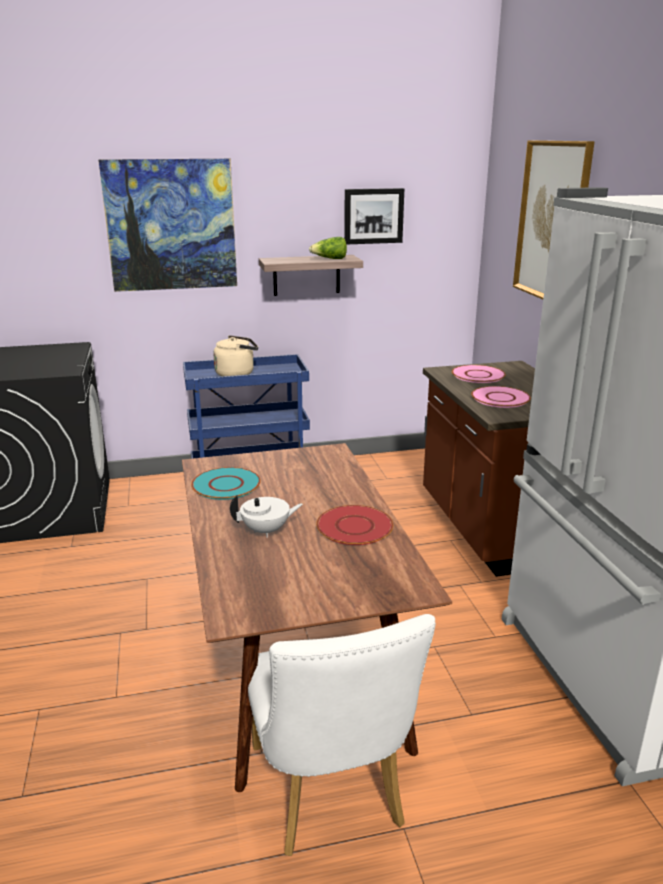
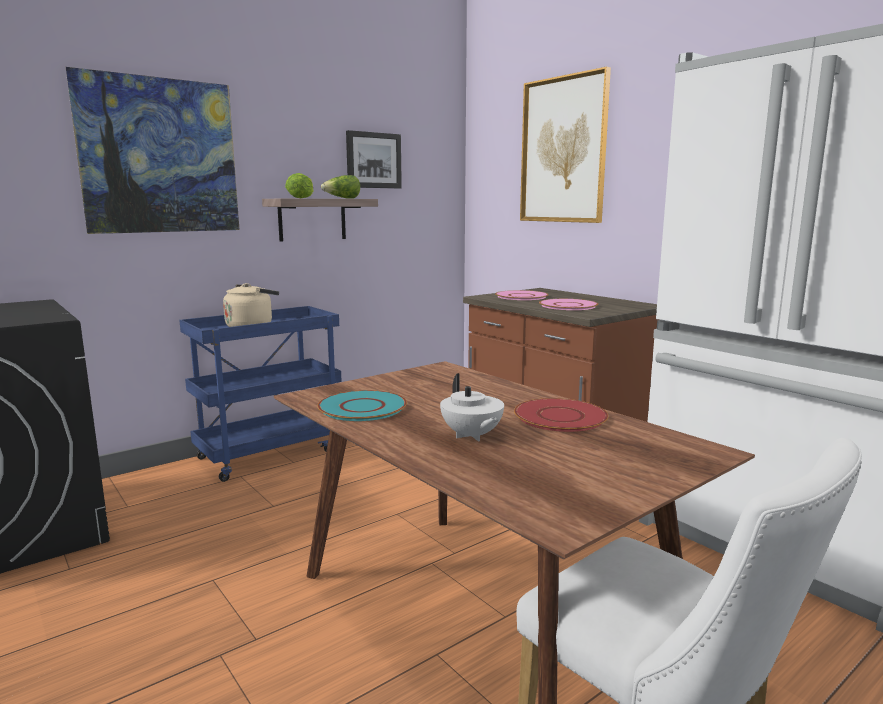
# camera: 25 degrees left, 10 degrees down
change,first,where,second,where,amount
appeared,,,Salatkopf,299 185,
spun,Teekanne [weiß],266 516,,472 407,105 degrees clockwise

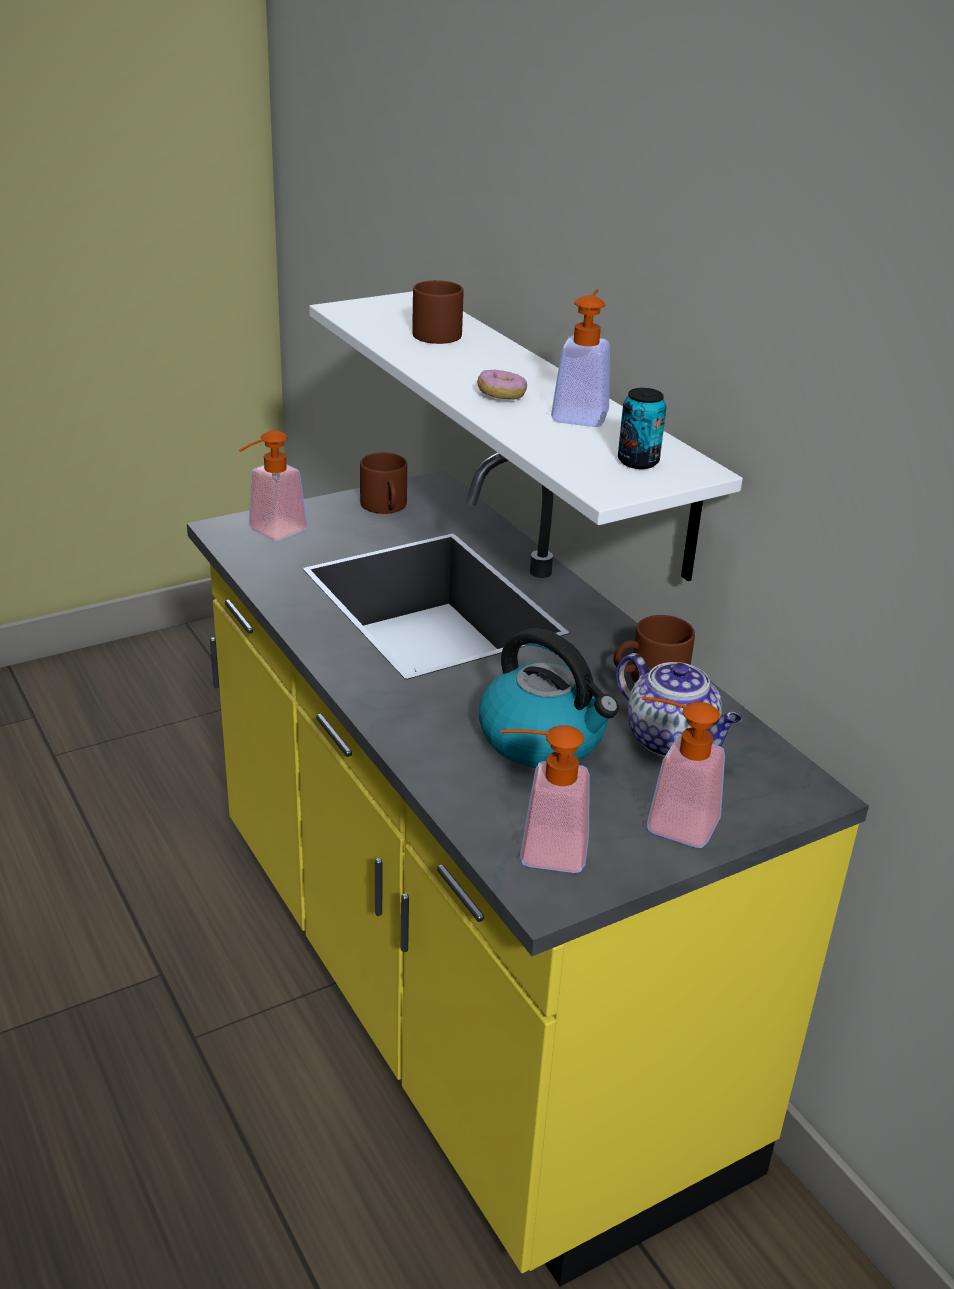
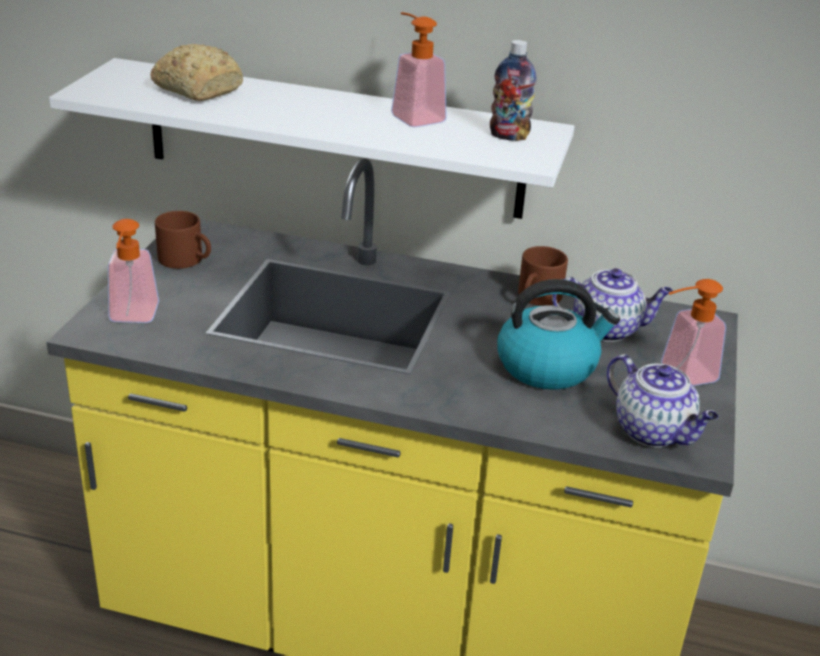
# camera: 45 degrees left, 0 degrees up
change,first,where,second,where,amount
exchanged,Henkelbecher [braun],438 312,Brot,196 72,
exchanged,Dose,642 428,Flasche,513 90,
exchanged,Seifenspender,545 799,Teekanne,663 400,
missing,Donut,502 385,,,

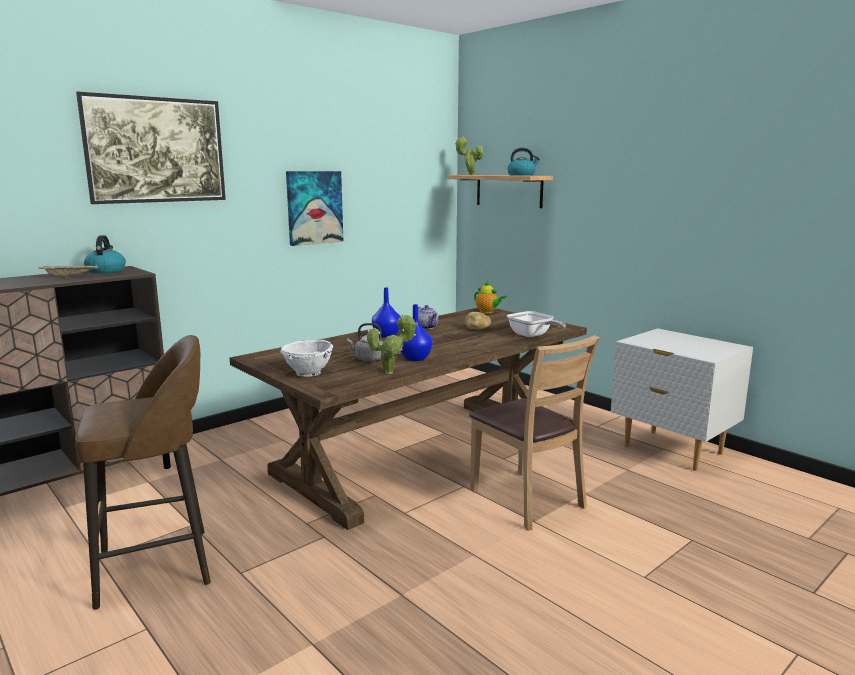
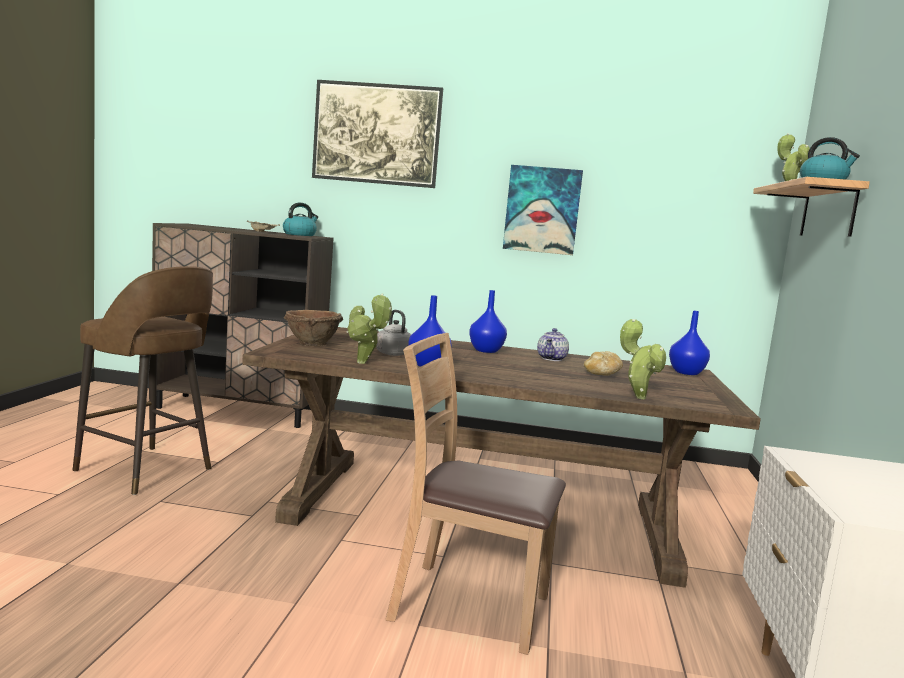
# camera: 50 degrees right, 5 degrees down
change,first,where,second,where,amount
colour,Schüssel [weiß],306 358,Schüssel [braun],313 328,
spun,Stuhl [braun],534 433,,475 494,90 degrees clockwise
exchanged,Pfanne,536 324,Topfpflanze,643 359,
exchanged,Teekanne,490 297,Vase [blau],689 343,

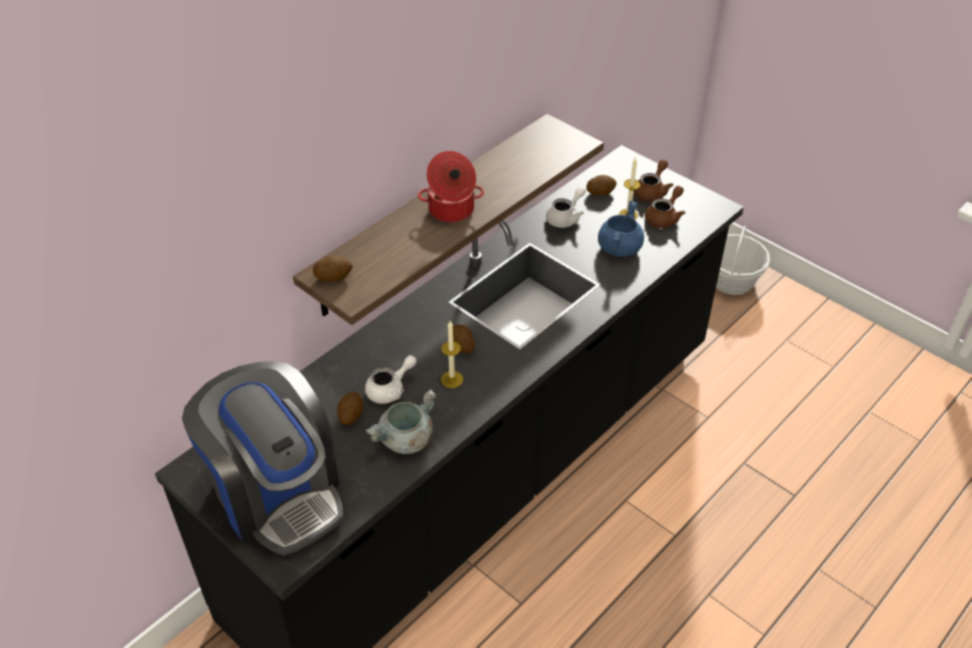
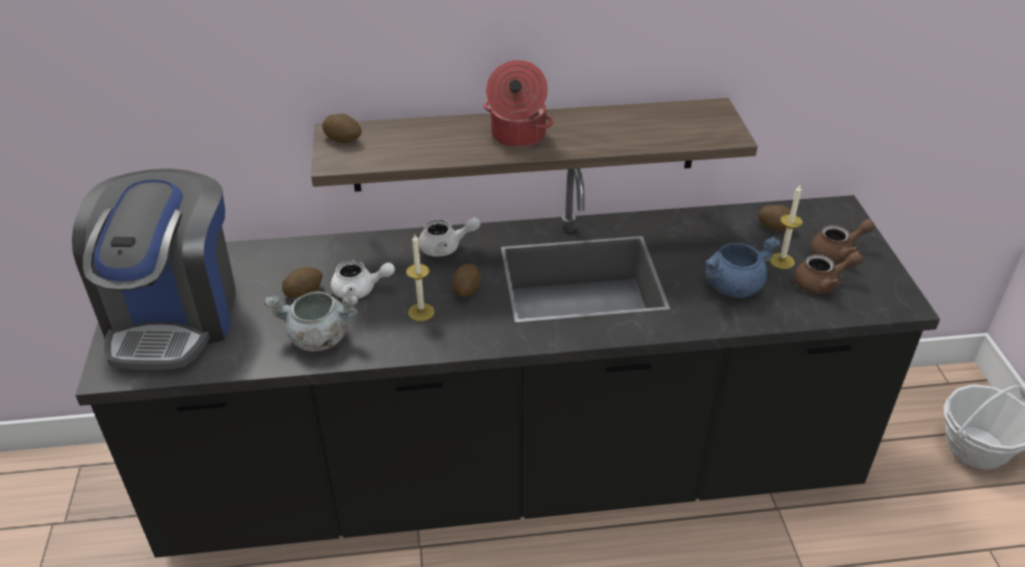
# camera: 40 degrees right, 5 degrees down
change,first,where,second,where,amount
relocated,Teekanne [weiß],566 207,,449 237,

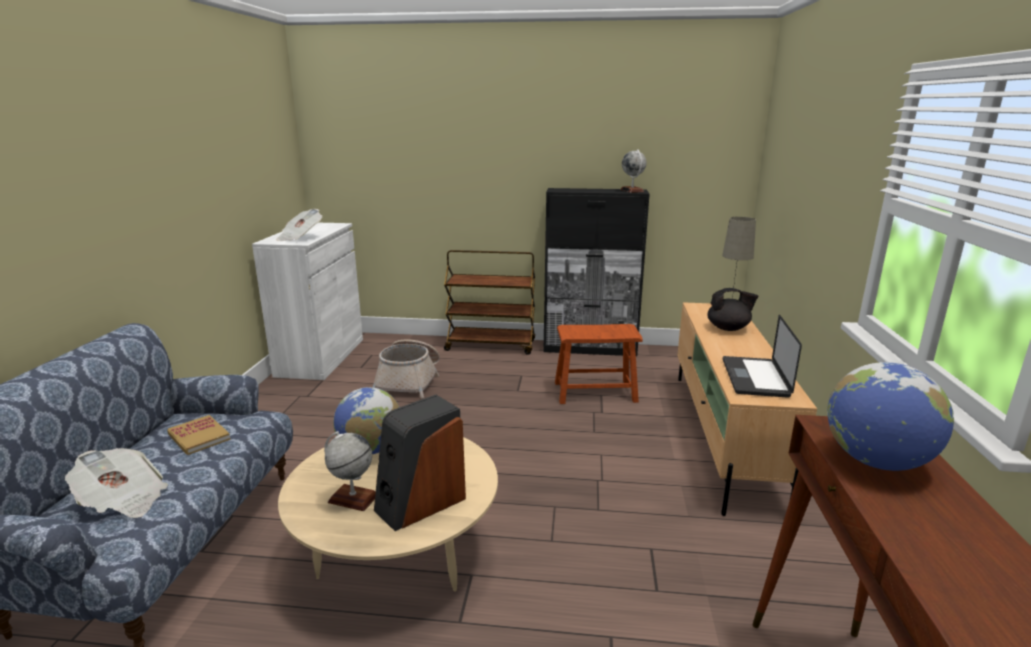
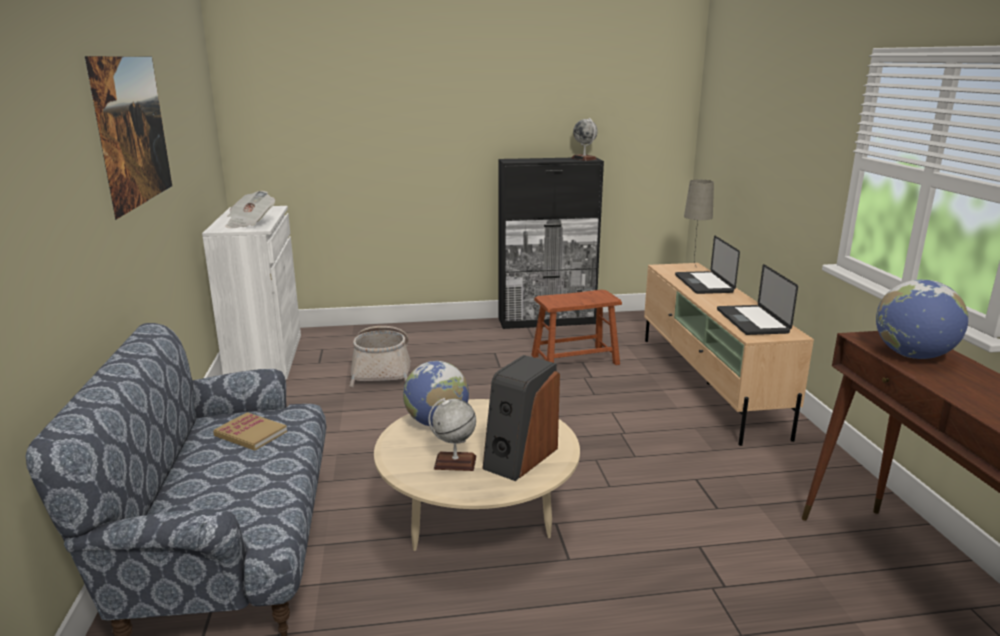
# camera: 15 degrees left, 0 degrees up
change,first,where,second,where,amount
appeared,,,Bild,128 138,
exchanged,Teekanne [schwarz],732 309,Laptop,707 265,
missing,Zeitung,116 483,,,
missing,Rollwagen [braun],489 302,,,

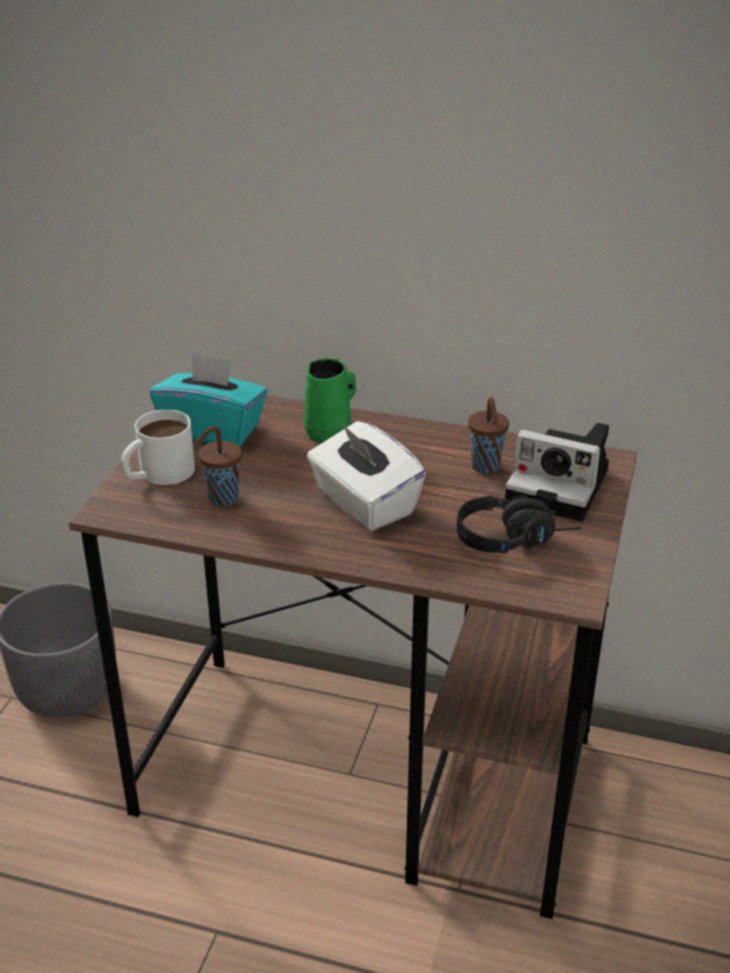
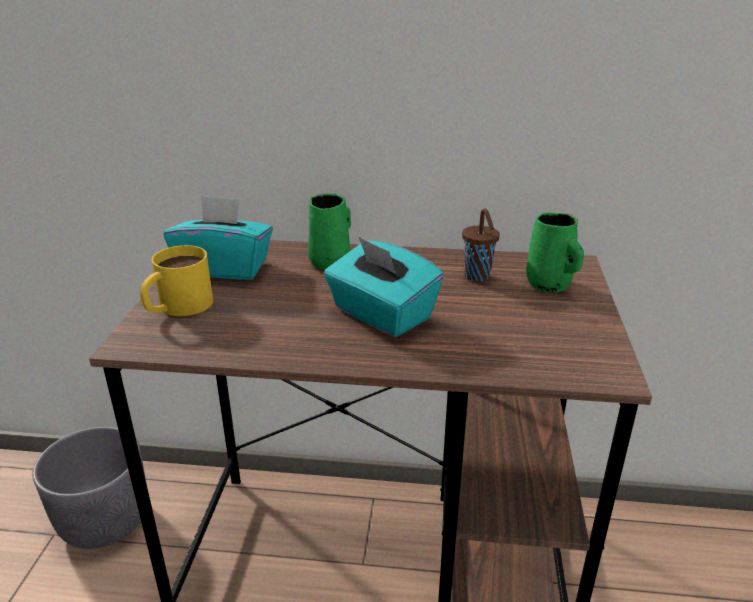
# camera: 10 degrees left, 5 degrees down
change,first,where,second,where,amount
colour,Henkelbecher [weiß],158 447,Henkelbecher [gelb],176 280,
colour,Taschentuchbox [weiß],366 476,Taschentuchbox [türkis],384 286,
exchanged,Kamera,557 472,Henkelbecher [grün],555 252,
missing,Tasse [braun],218 466,,,
missing,Kopfhörer [schwarz],519 524,,,

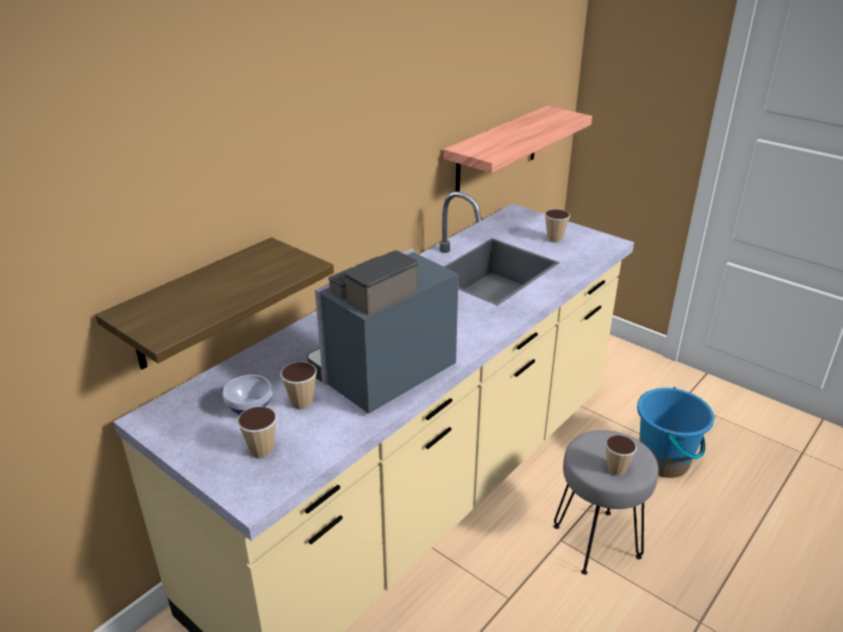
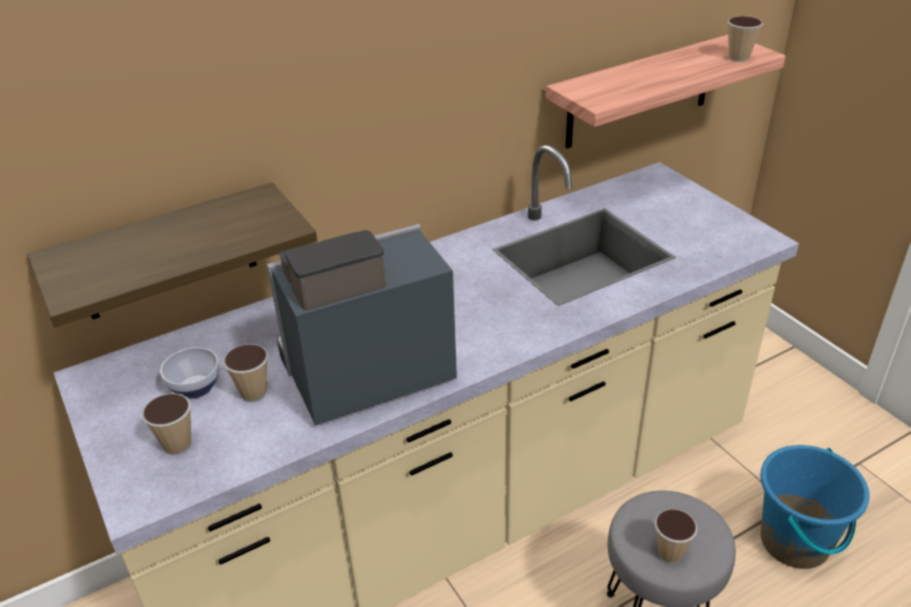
# camera: 20 degrees right, 5 degrees up
change,first,where,second,where,amount
relocated,Tasse,557 226,,745 39,

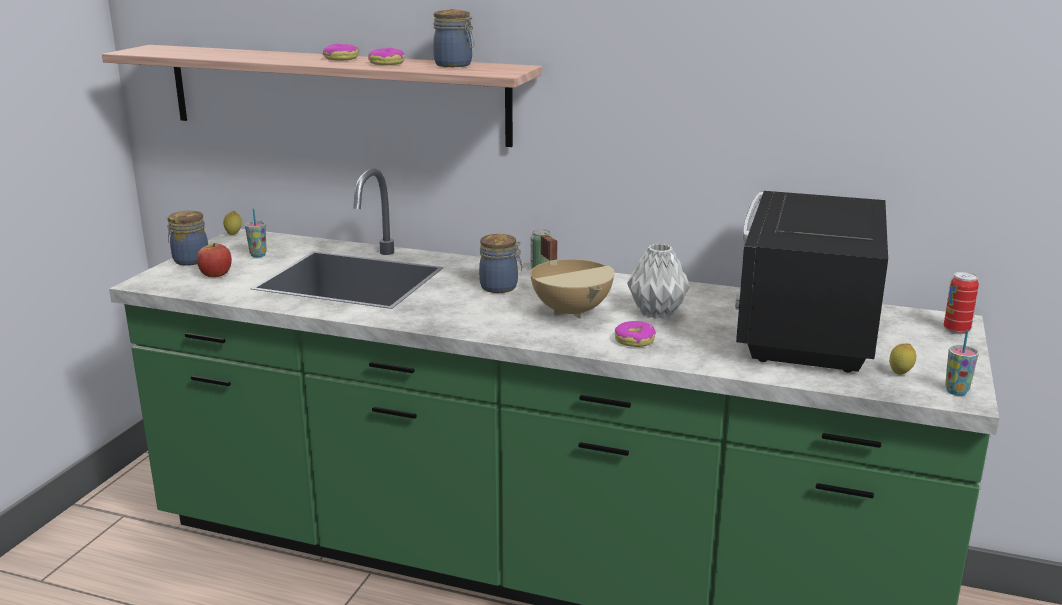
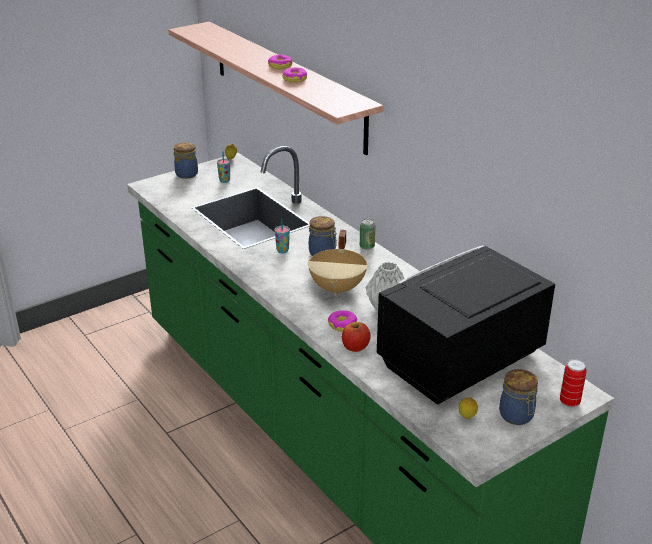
# camera: 35 degrees right, 10 degrees up
change,first,where,second,where,amount
relocated,Tasse,962 363,,282 235,
relocated,Apfel,214 260,,356 337,
relocated,Vorratsglas,453 38,,518 397,

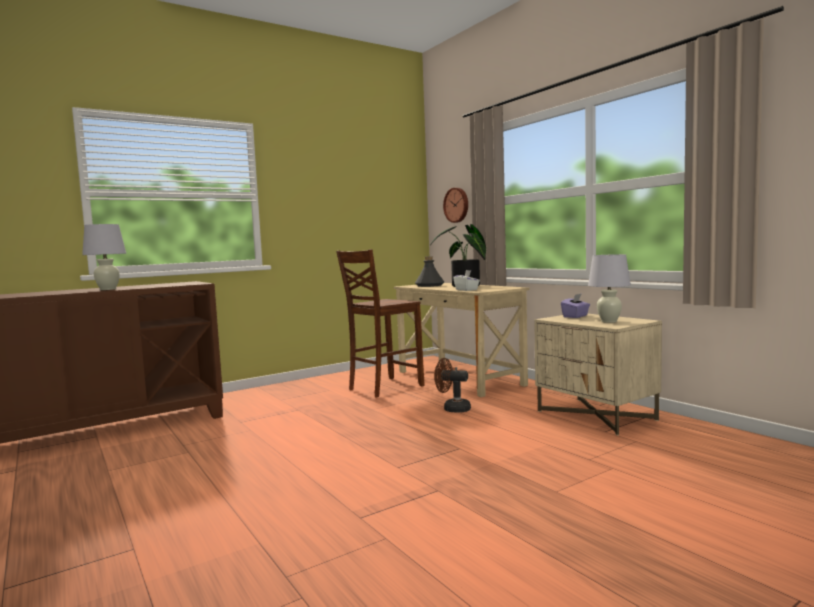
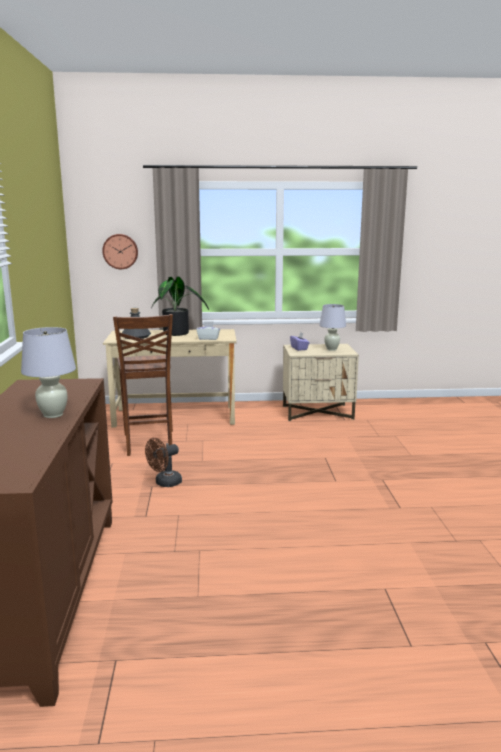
# camera: 60 degrees left, 10 degrees up
change,first,where,second,where,amount
relocated,Ventilator [braun],452 385,,163 462,

